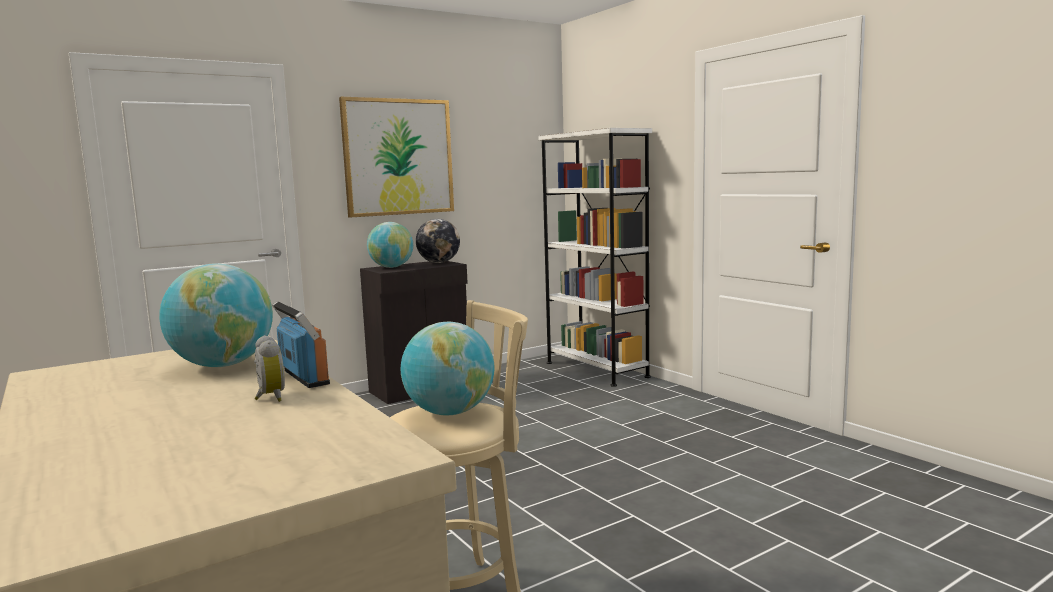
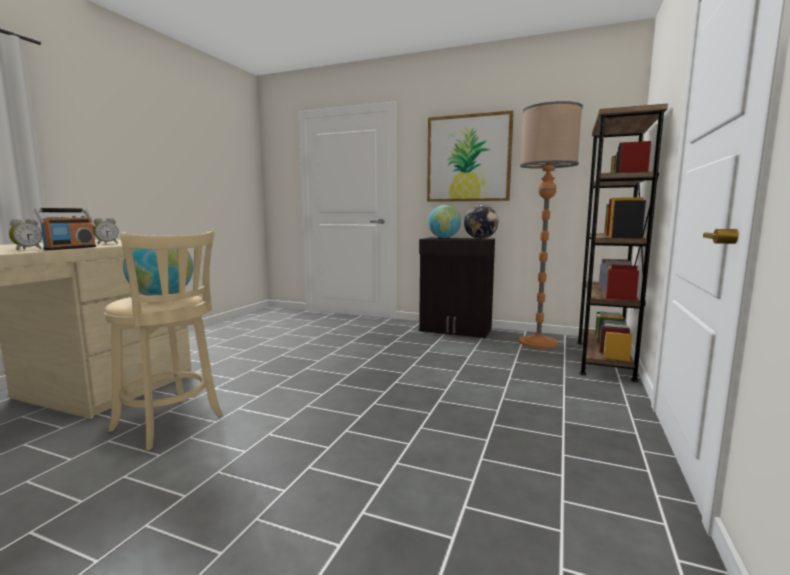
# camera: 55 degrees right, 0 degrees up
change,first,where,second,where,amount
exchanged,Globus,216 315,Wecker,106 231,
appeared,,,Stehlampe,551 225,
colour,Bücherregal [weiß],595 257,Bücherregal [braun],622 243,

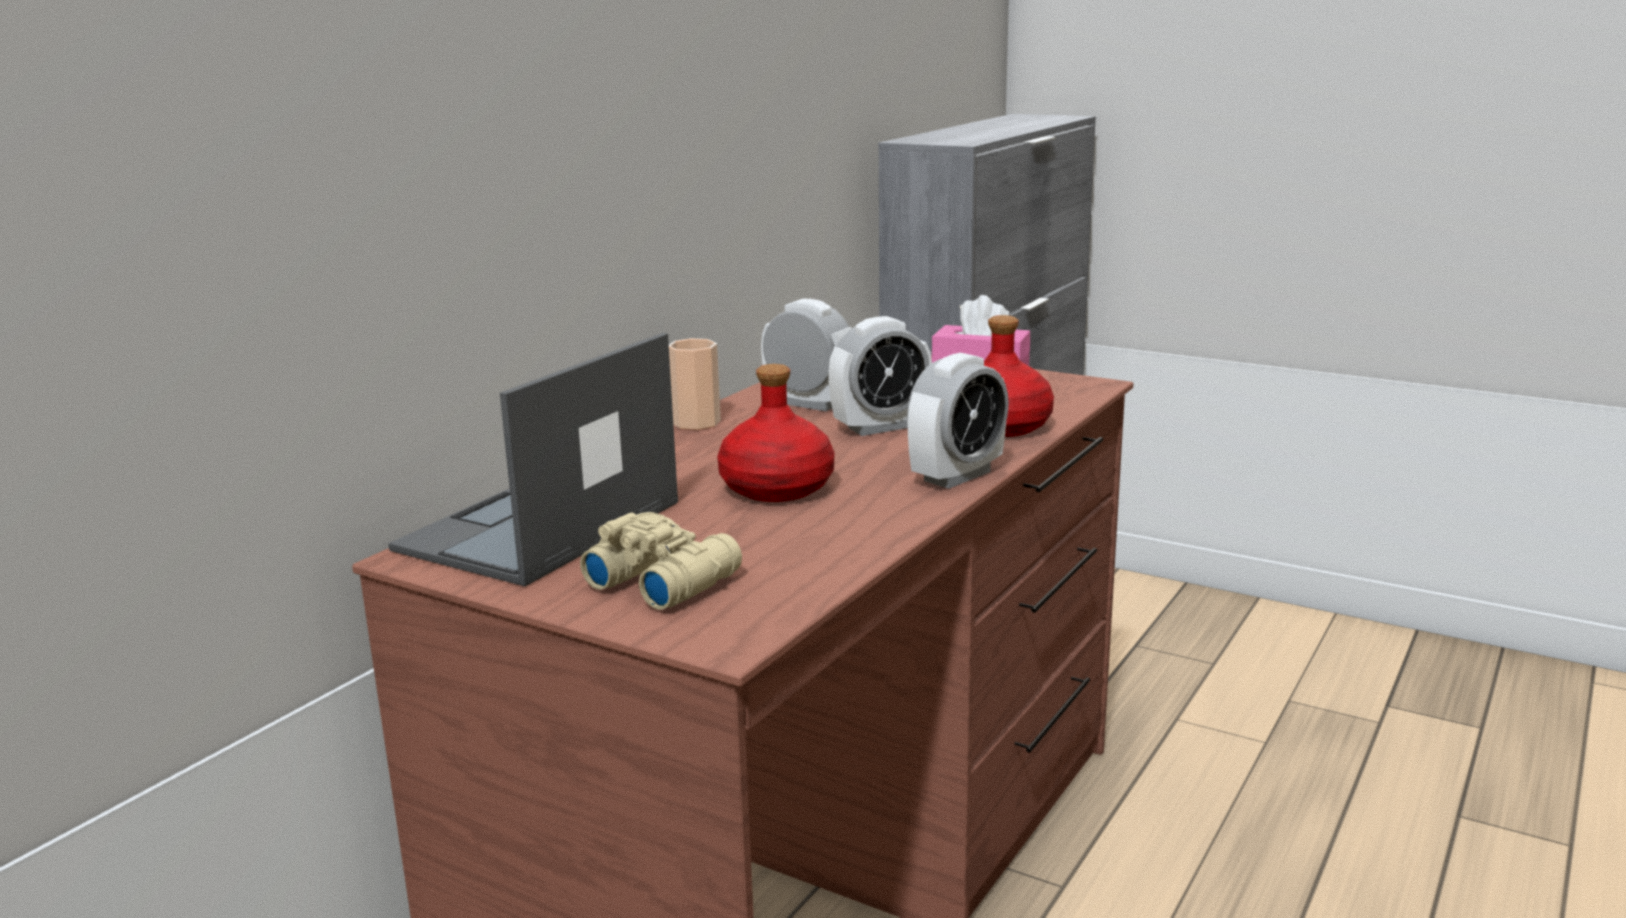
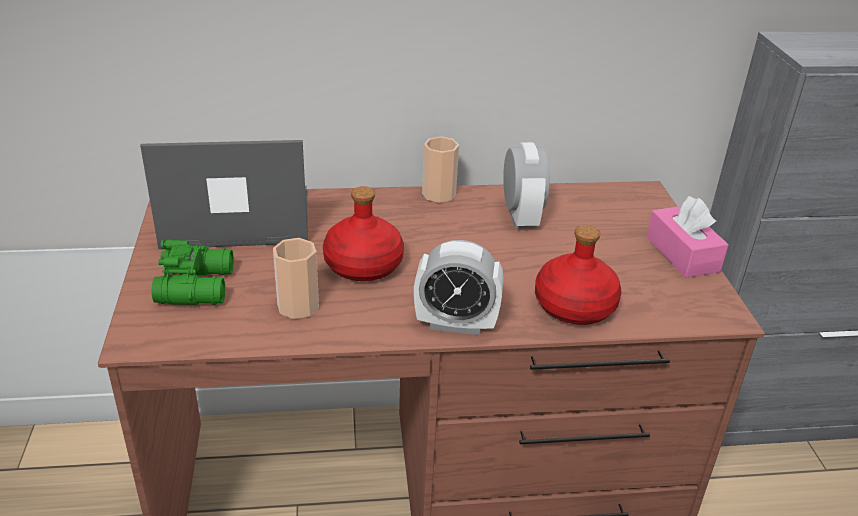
# camera: 50 degrees right, 15 degrees up
change,first,where,second,where,amount
colour,Fernglas [beige],661 561,Fernglas [grün],192 272,
appeared,,,Tasse,296 278,
missing,Wecker,880 376,,,

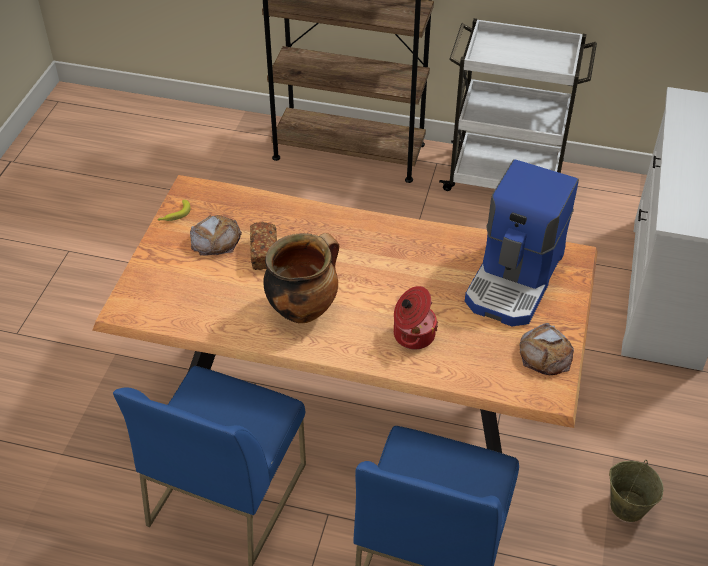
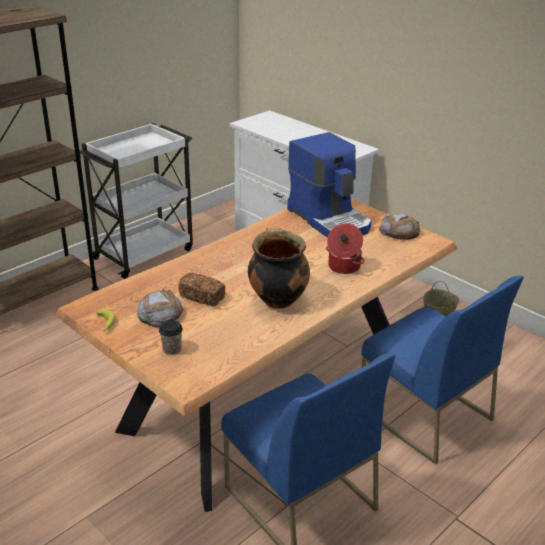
# camera: 60 degrees left, 15 degrees down
change,first,where,second,where,amount
appeared,,,Tasse,171 337,

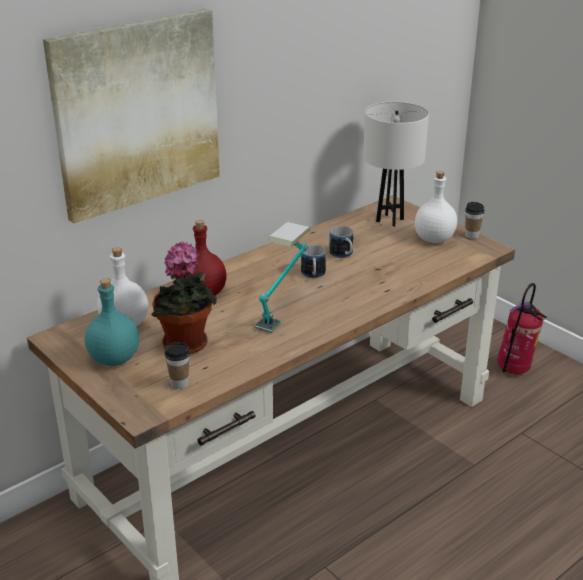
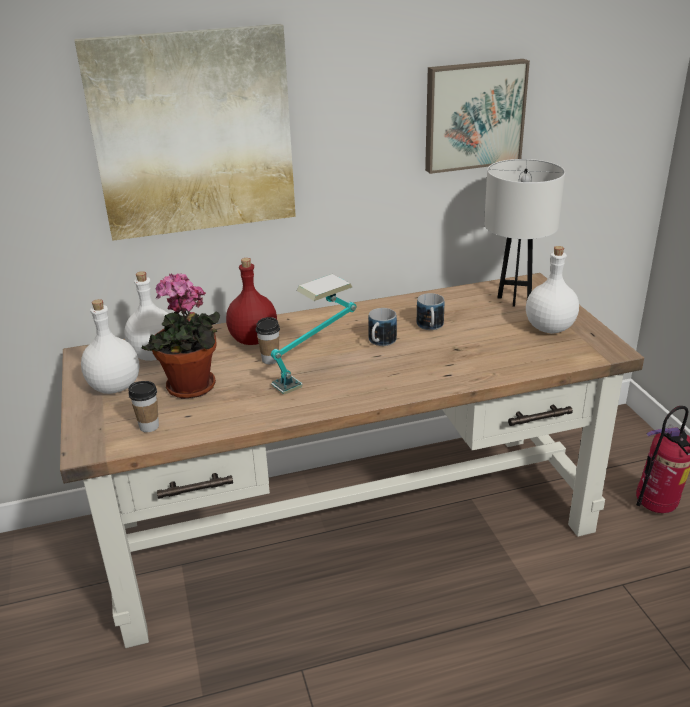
# camera: 25 degrees right, 0 degrees up
change,first,where,second,where,amount
colour,Flasche [türkis],112 322,Flasche [weiß],110 346,
relocated,Tasse,475 220,,268 340,
appeared,,,Bild,477 116,

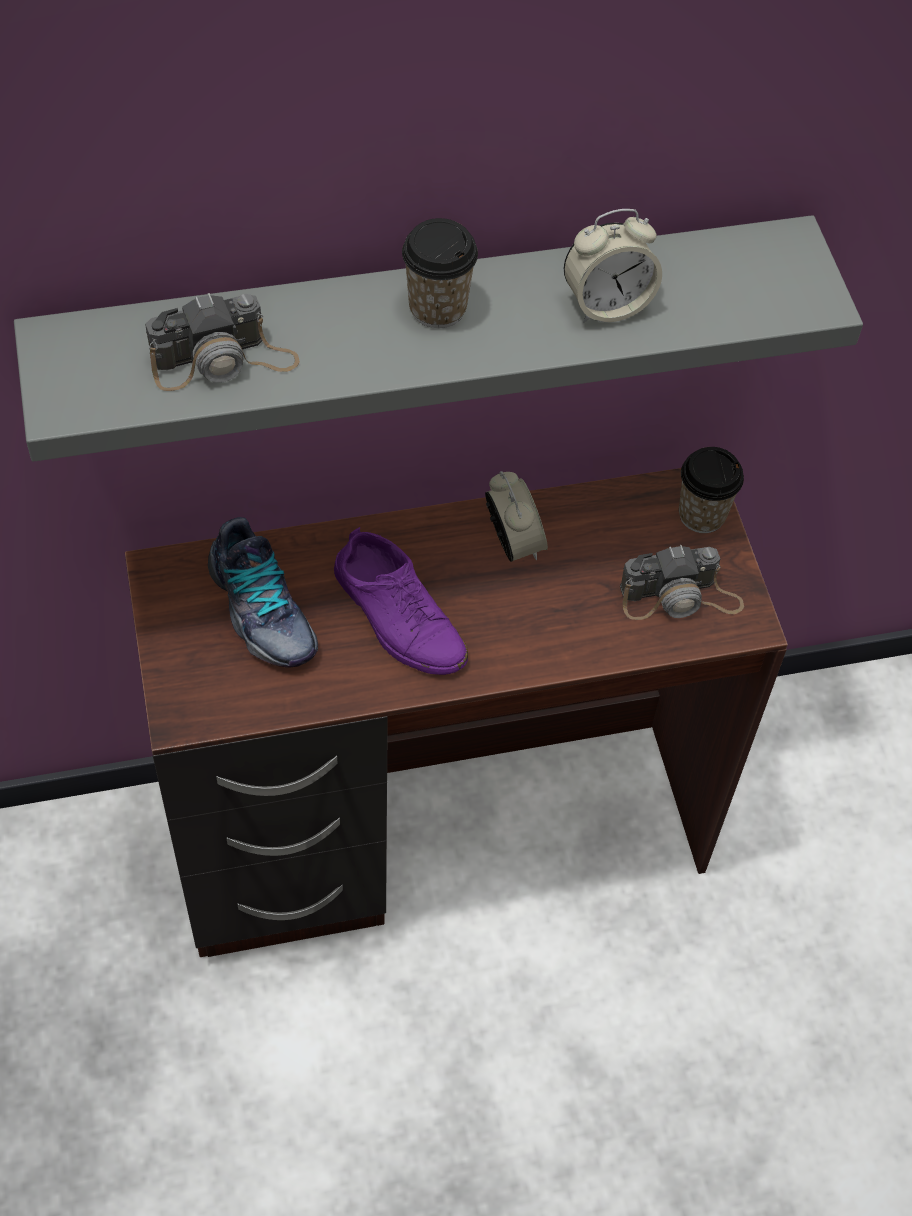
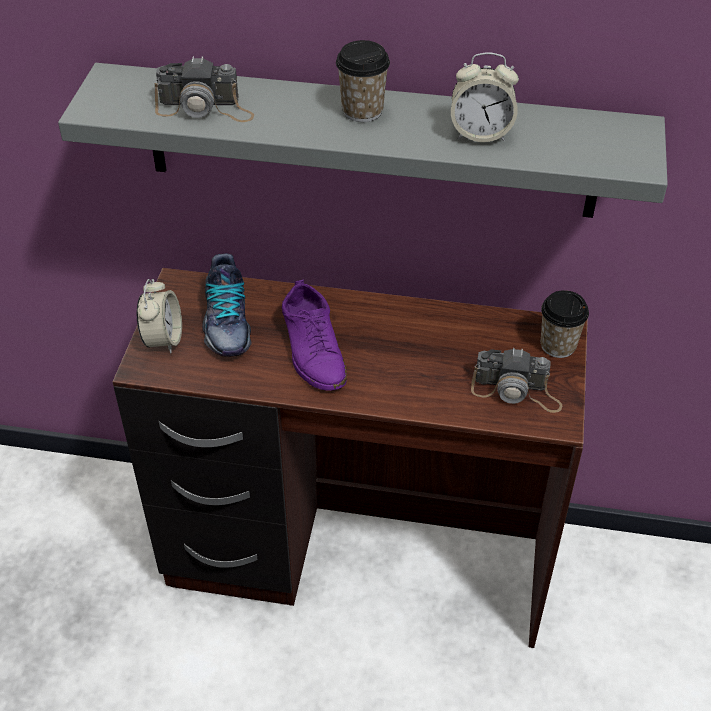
# camera: 25 degrees right, 10 degrees down
change,first,where,second,where,amount
relocated,Wecker,516 516,,159 316,

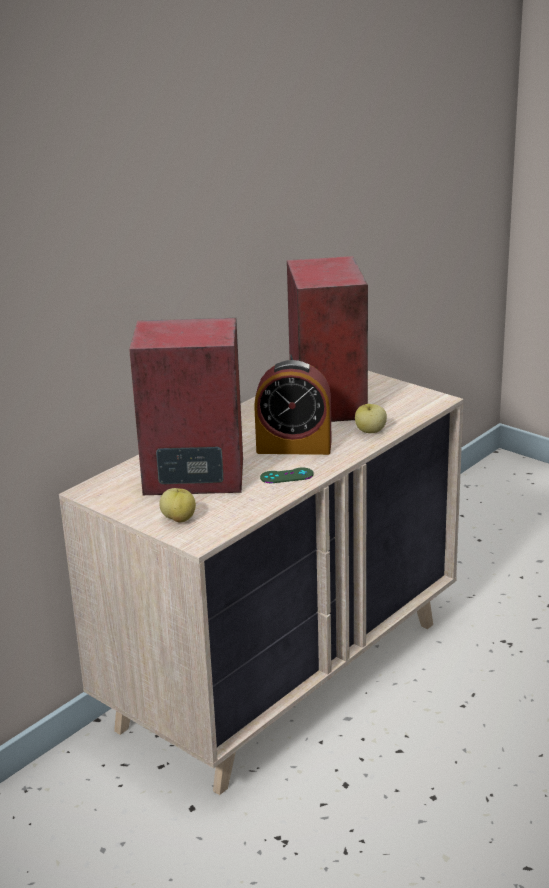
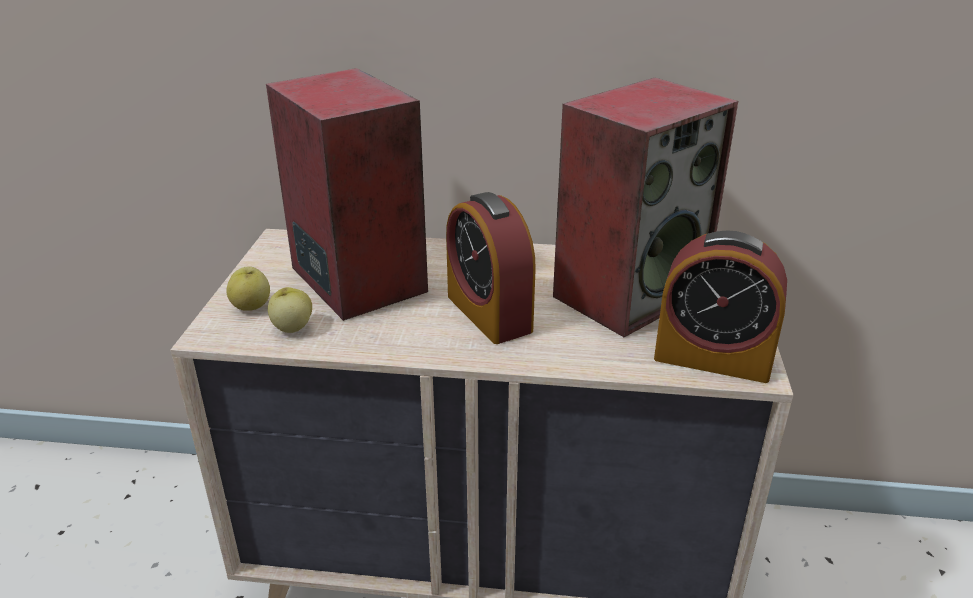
# camera: 55 degrees right, 5 degrees up
change,first,where,second,where,amount
relocated,Apfel,371 418,,290 310,
appeared,,,Wecker,720 307,
missing,Gamepad [grün],287 475,,,

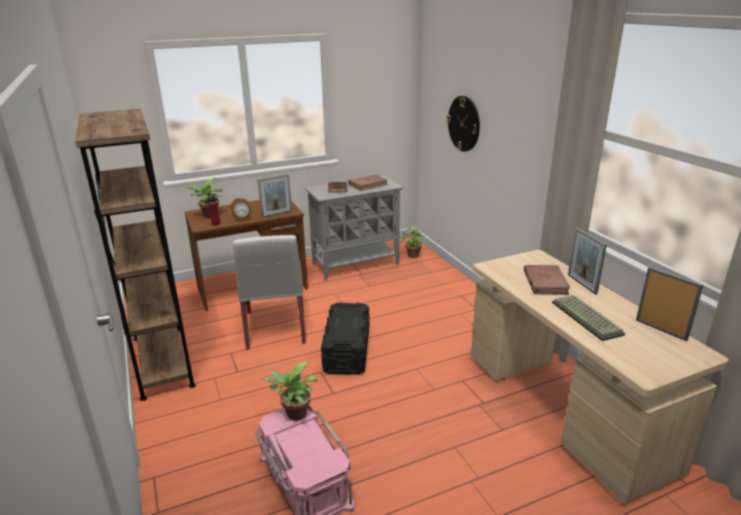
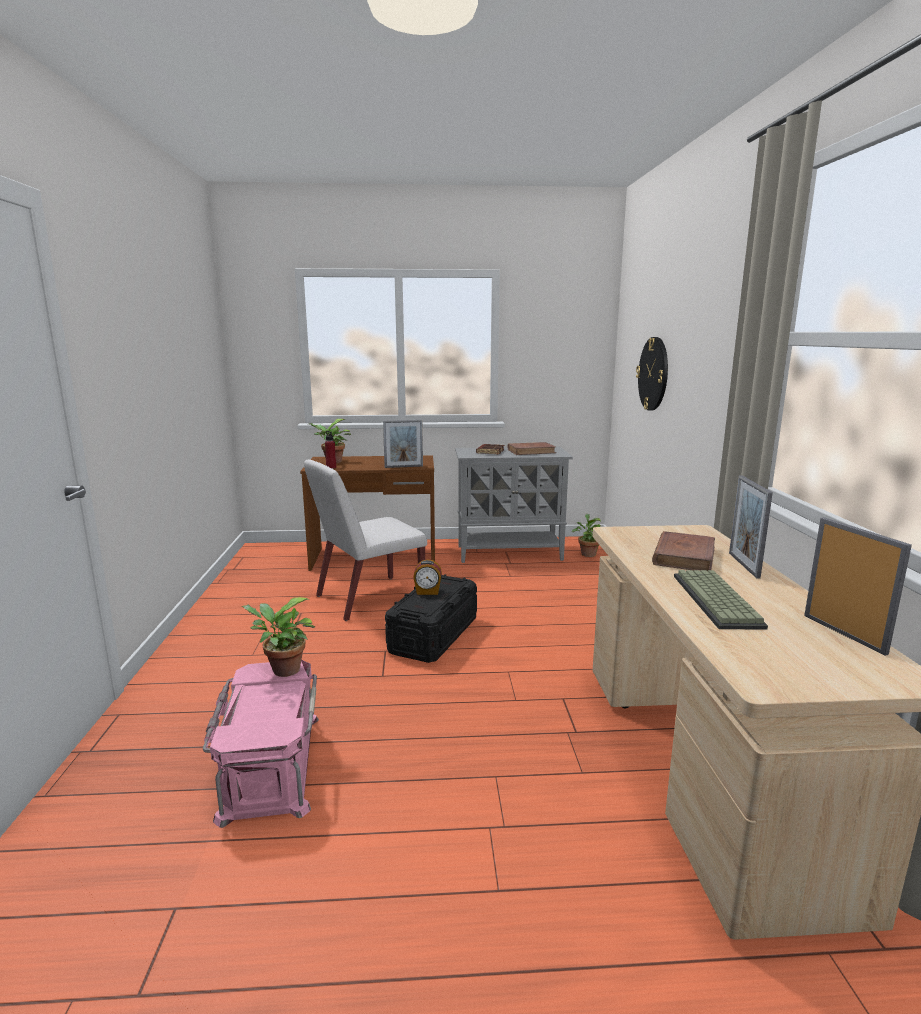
# camera: 20 degrees right, 10 degrees down
change,first,where,second,where,amount
spun,Stuhl [weiß],269 292,,365 540,45 degrees clockwise
relocated,Wecker,241 210,,427 577,
missing,Bücherregal [braun],135 255,,,

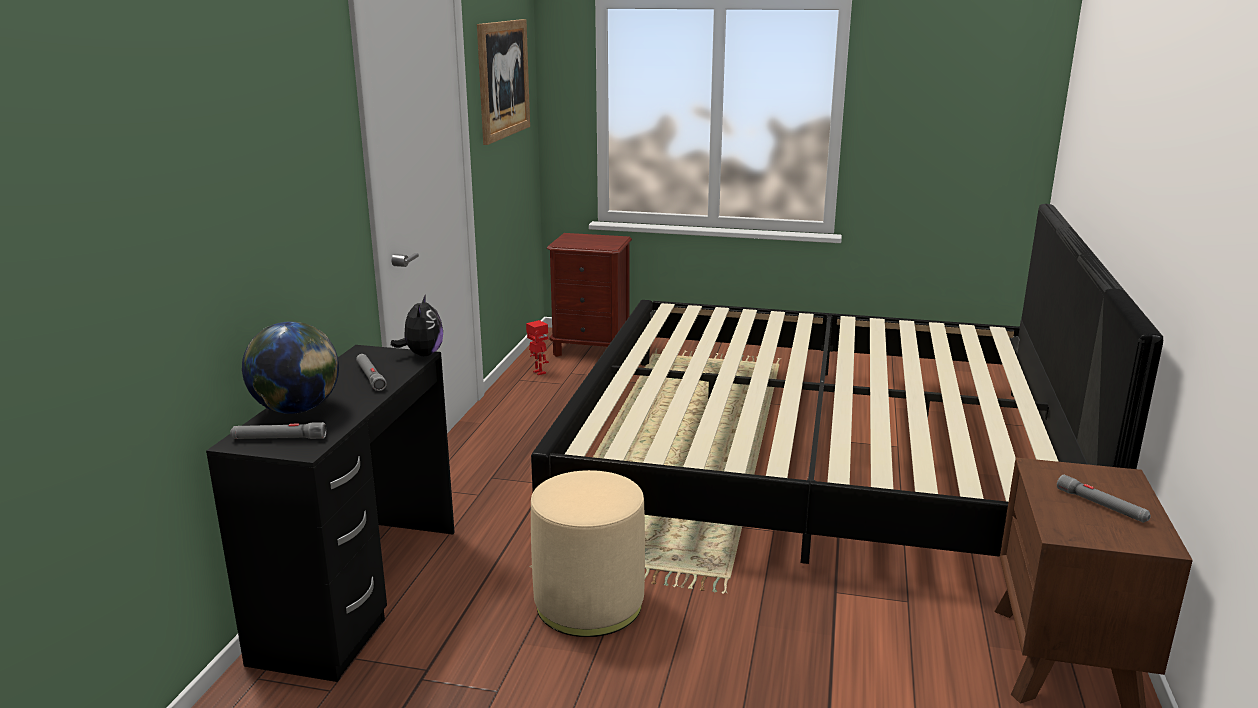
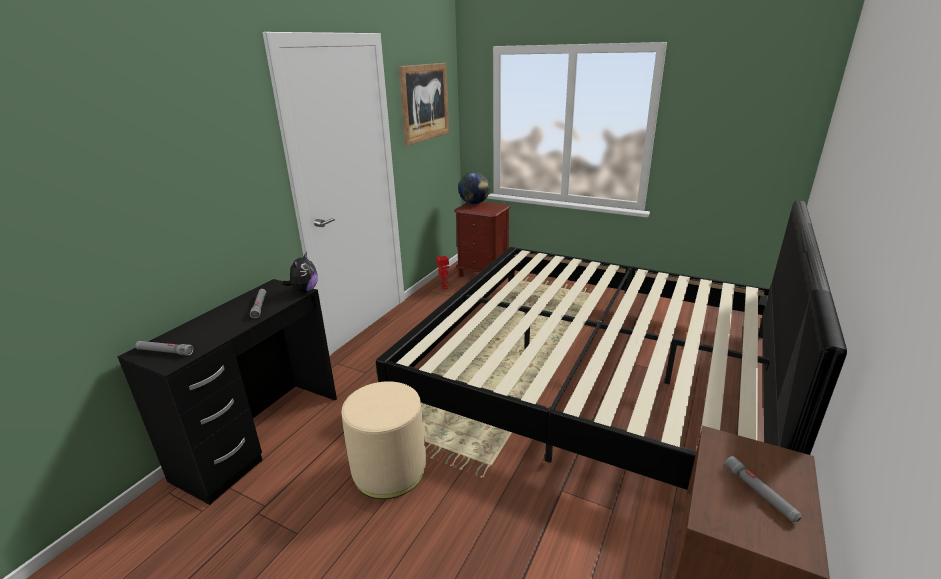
# camera: 15 degrees right, 5 degrees up
change,first,where,second,where,amount
relocated,Globus,290 367,,474 188,

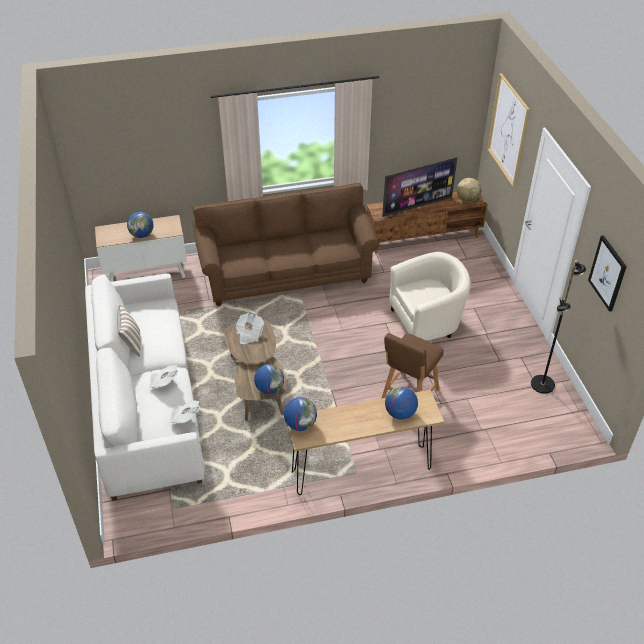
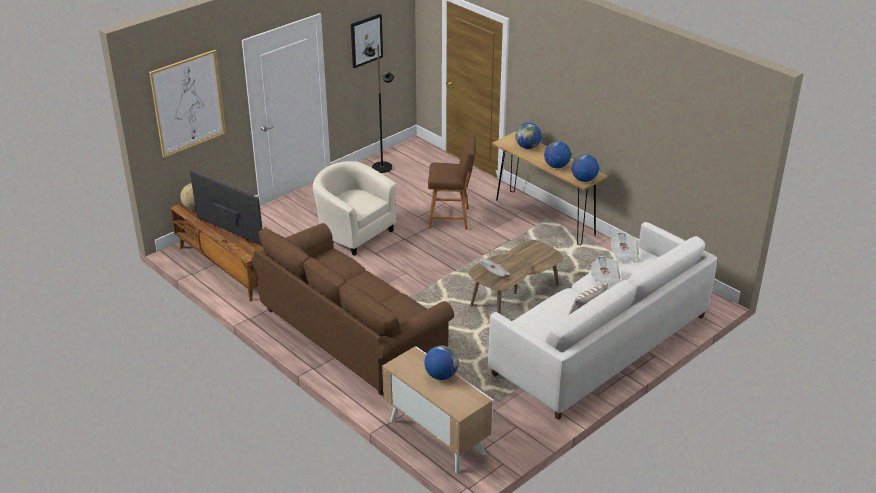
# camera: 120 degrees left, 10 degrees down
change,first,where,second,where,amount
relocated,Globus,269 379,,557 154,

